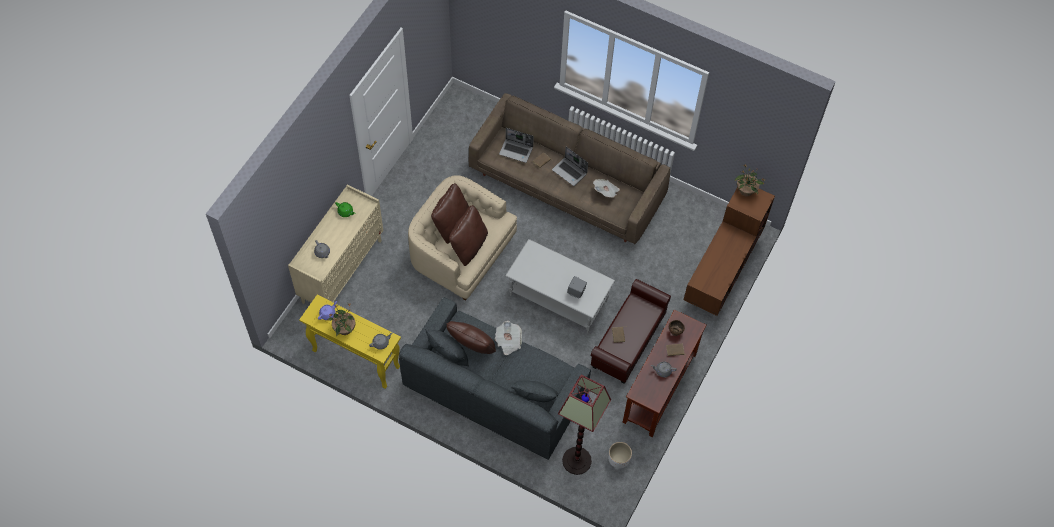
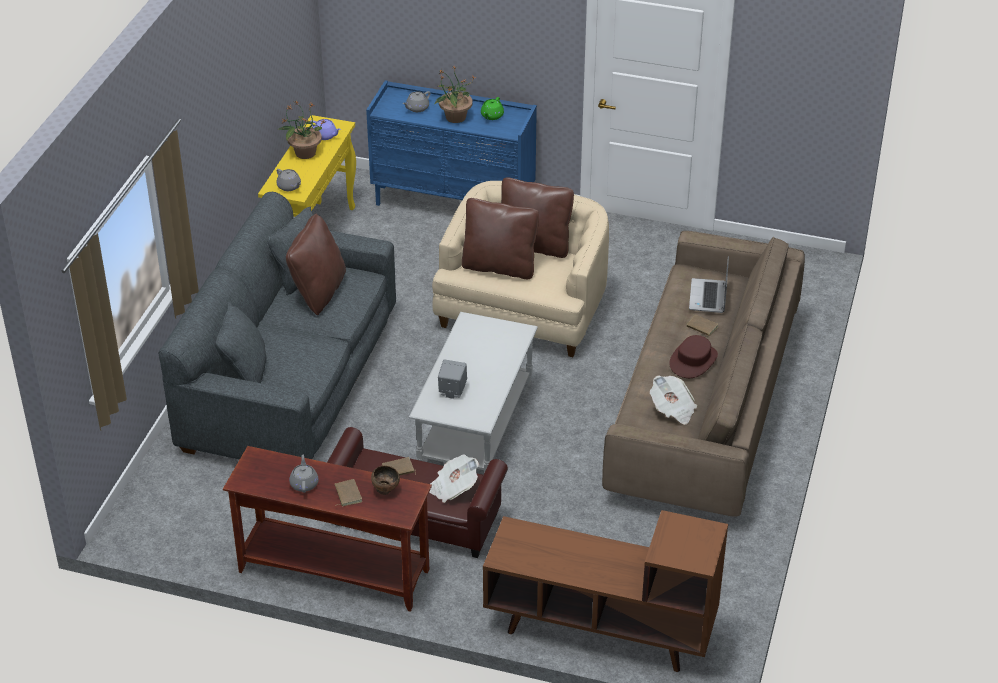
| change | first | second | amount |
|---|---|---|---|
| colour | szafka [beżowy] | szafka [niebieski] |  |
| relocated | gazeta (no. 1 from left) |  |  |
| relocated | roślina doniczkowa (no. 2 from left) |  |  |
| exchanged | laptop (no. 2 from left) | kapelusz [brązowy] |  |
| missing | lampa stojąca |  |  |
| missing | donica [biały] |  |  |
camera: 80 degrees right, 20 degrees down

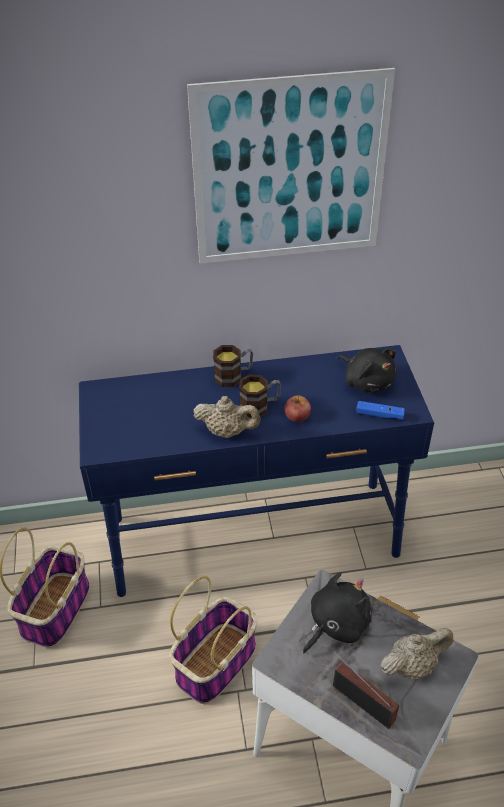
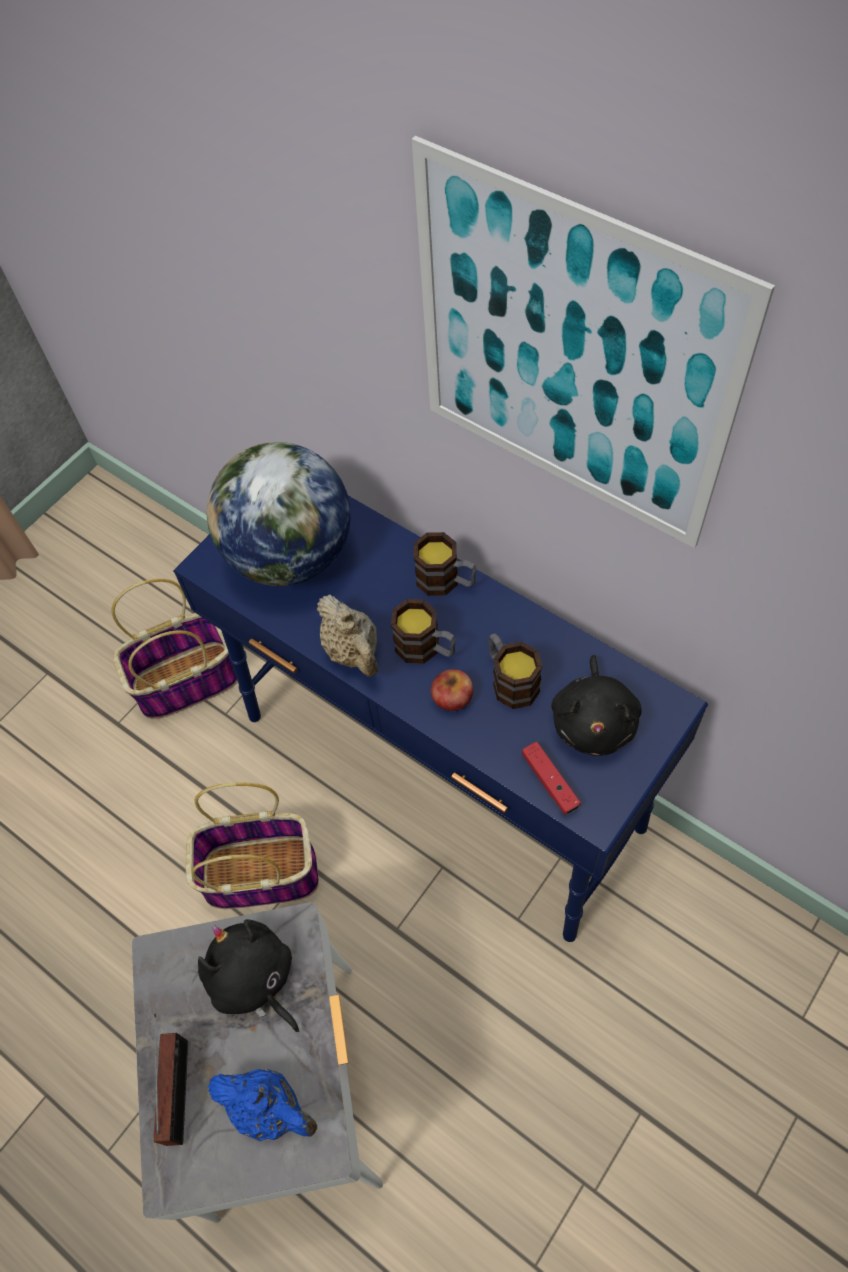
| change | first | second | amount |
|---|---|---|---|
| spun | pluszak [czarny] (no. 1 from left) |  | 135 degrees counterclockwise |
| appeared |  | globus |  |
| colour | imbryk [beżowy] (no. 2 from left) | imbryk [niebieski] |  |
| appeared |  | kubek (no. 3 from left) |  |
| colour | pad do gier [niebieski] | pad do gier [czerwony] |  |
camera: 50 degrees right, 15 degrees up

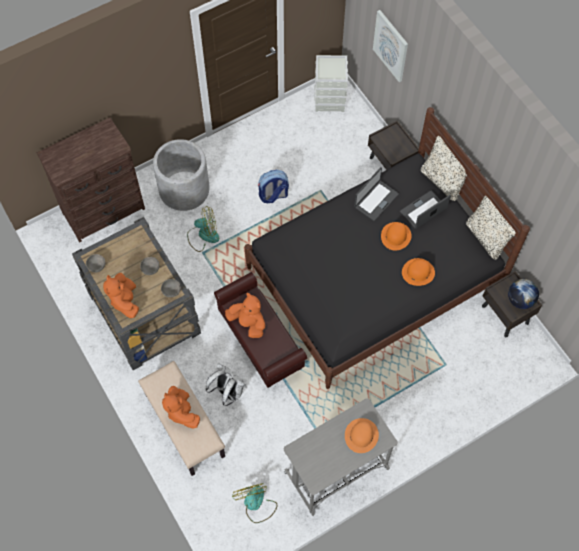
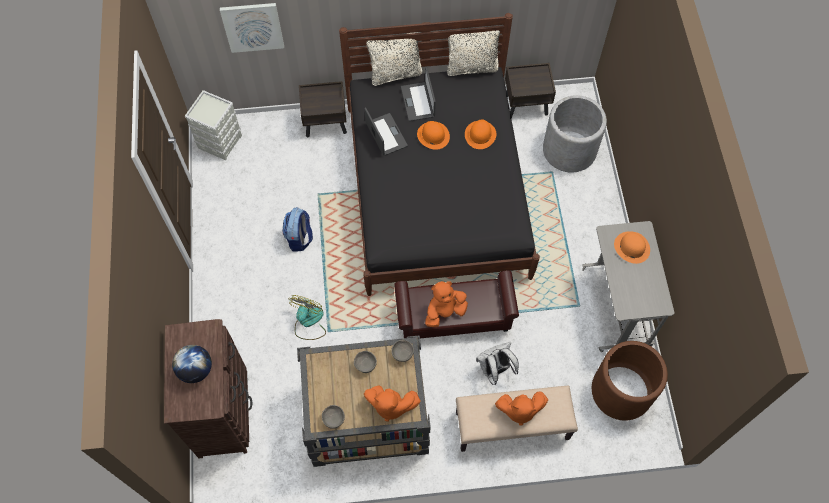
| change | first | second | amount |
|---|---|---|---|
| relocated | globus |  |  |
| relocated | donica [szary] |  |  |
| exchanged | wentylator (no. 2 from left) | donica [brązowy] |  |
camera: 65 degrees left, 0 degrees up

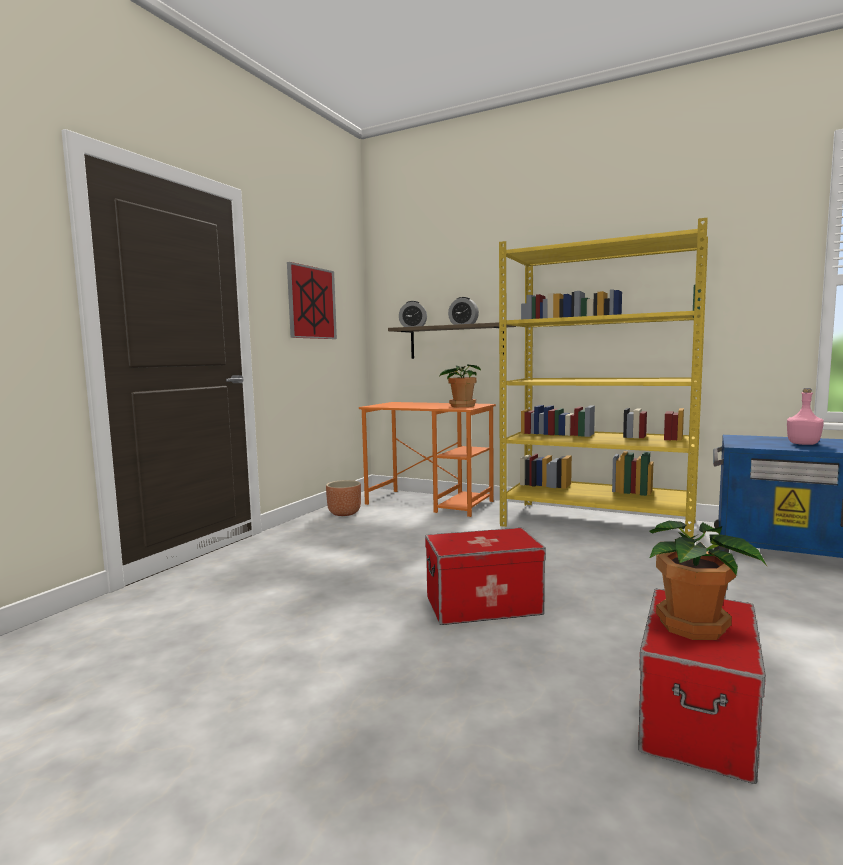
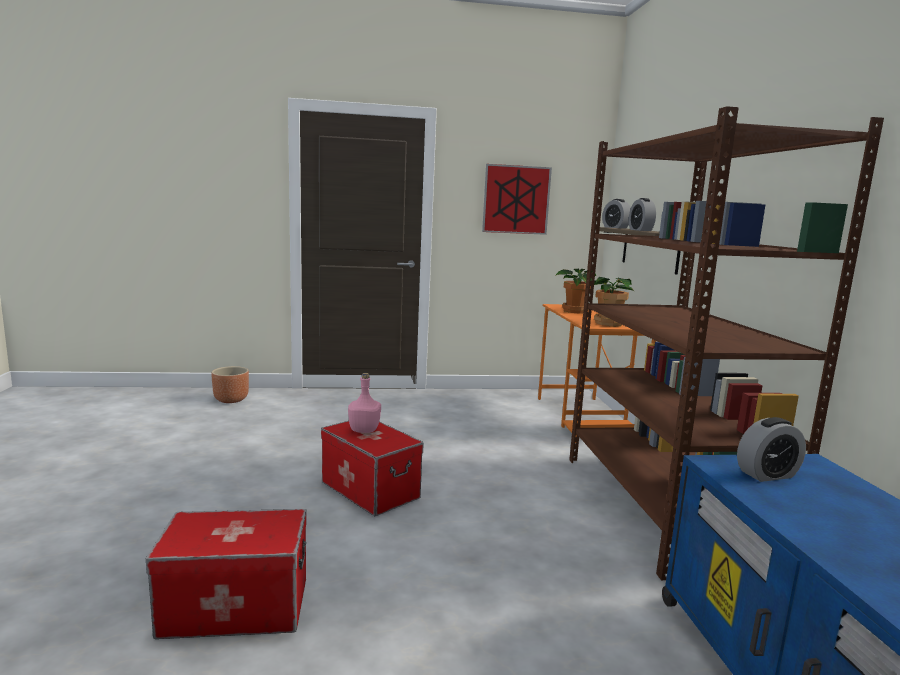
| change | first | second | amount |
|---|---|---|---|
| relocated | donica [brązowy] |  |  |
| relocated | butelka [różowy] |  |  |
| relocated | roślina doniczkowa (no. 2 from left in the first image) | roślina doniczkowa (no. 1 from left) |  |
| colour | regał [żółty] | regał [brązowy] |  |
| appeared |  | budzik (no. 3 from left) |  |
camera: 55 degrees right, 5 degrees up

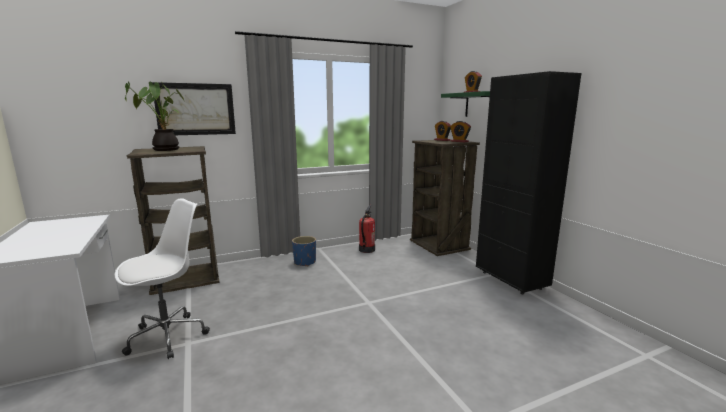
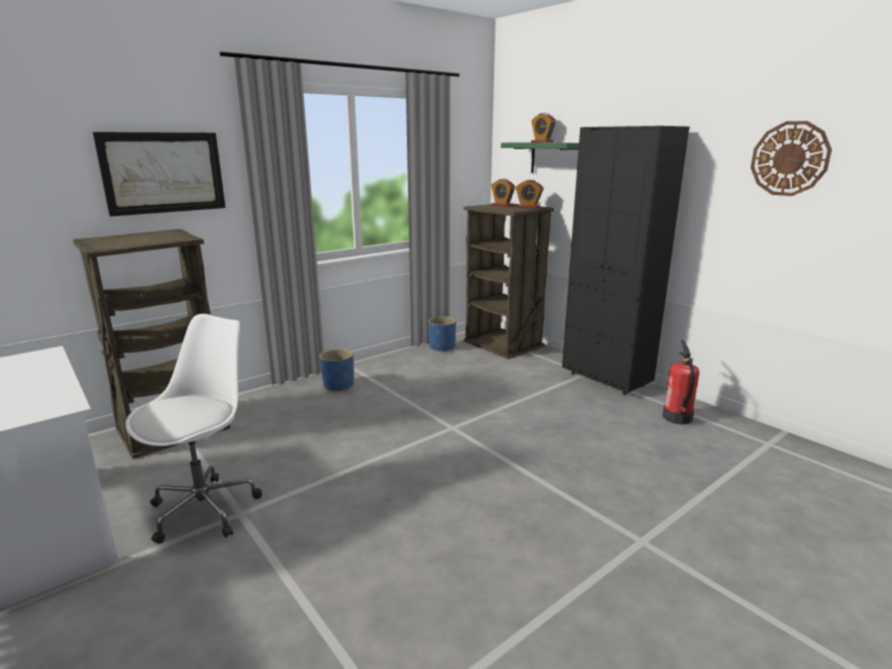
| change | first | second | amount |
|---|---|---|---|
| appeared |  | donica [niebieski] (no. 2 from left) |  |
| relocated | gaśnica |  |  |
| appeared |  | zegar ścienny |  |
| missing | roślina doniczkowa |  |  |
camera: 15 degrees left, 5 degrees up

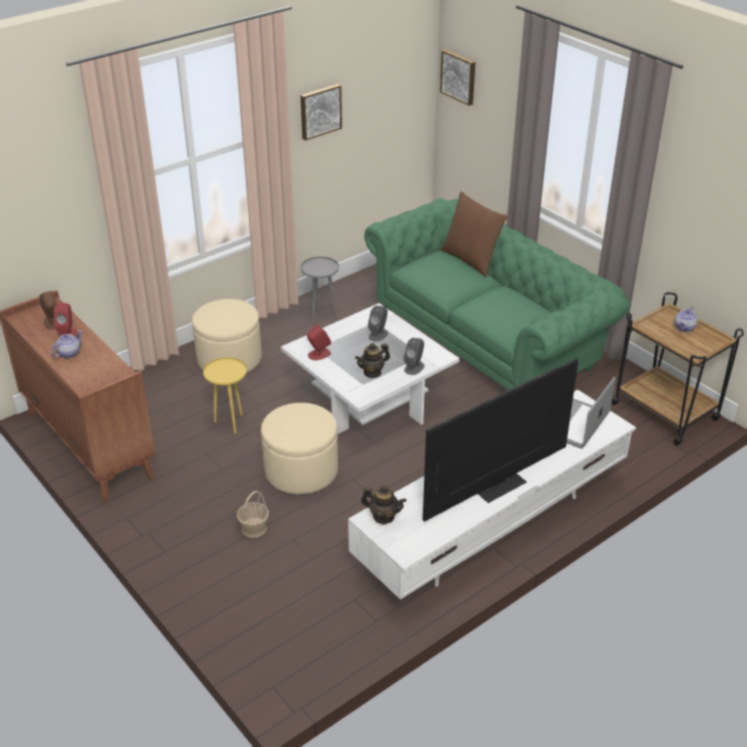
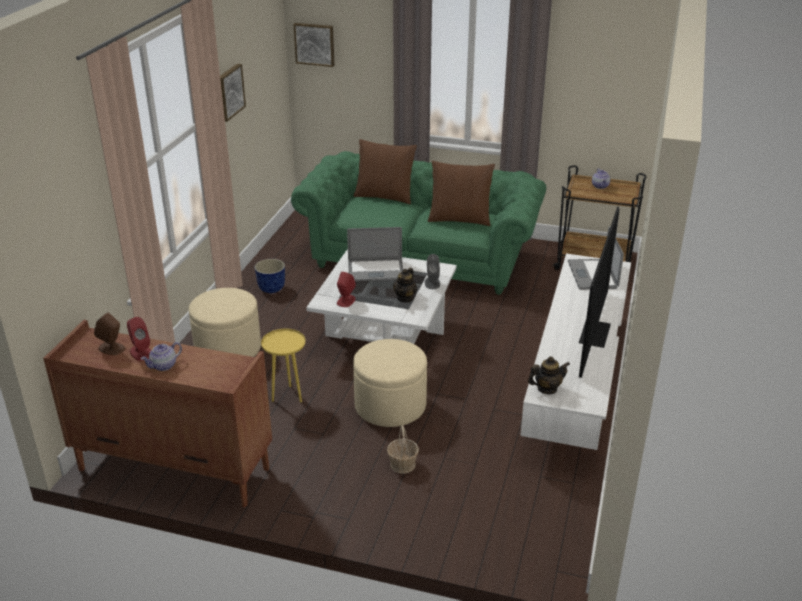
| change | first | second | amount |
|---|---|---|---|
| spun | imbryk (no. 1 from left) |  | 135 degrees counterclockwise |
| exchanged | stolik [szary] | donica |  |
| exchanged | głośnik [szary] (no. 1 from left) | laptop (no. 1 from left) |  |
| appeared |  | poduszka [brązowy] (no. 2 from left) |  |
camera: 35 degrees left, 5 degrees down

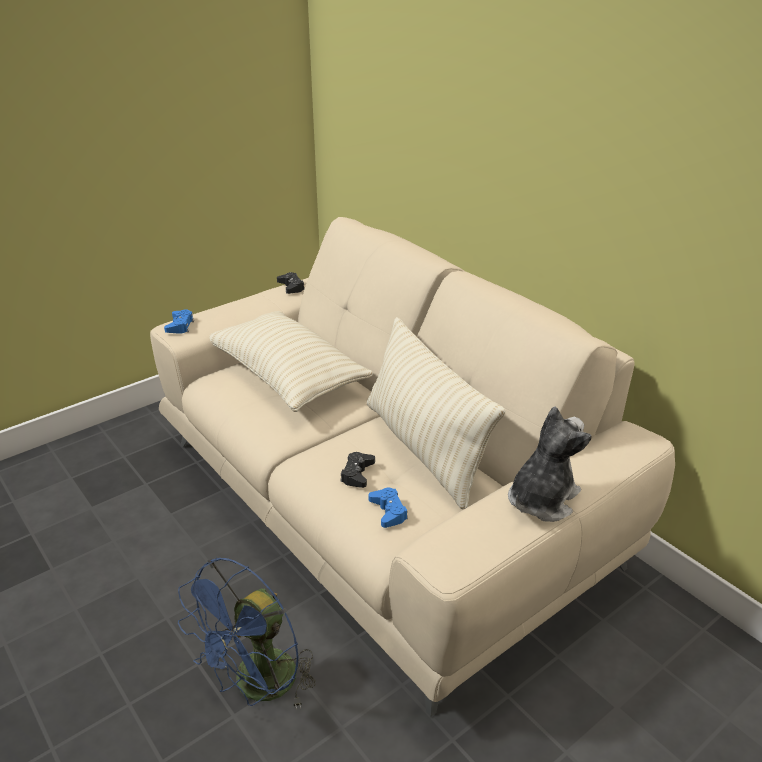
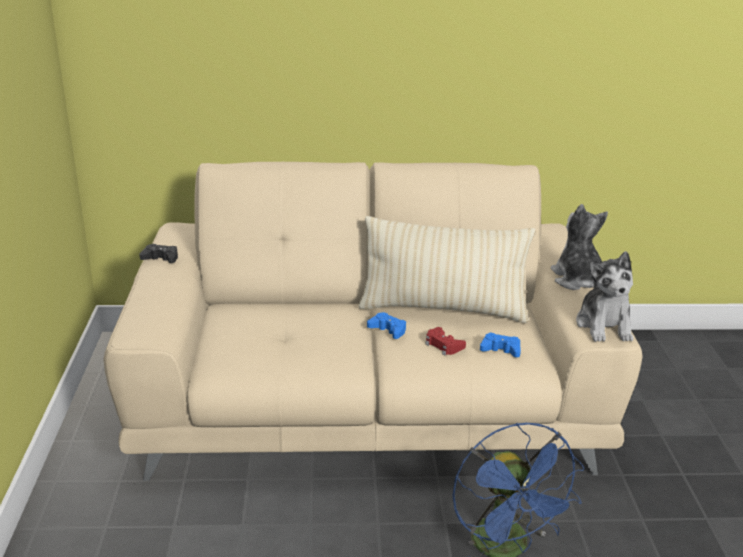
| change | first | second | amount |
|---|---|---|---|
| relocated | pad do gier [niebieski] (no. 1 from left) |  |  |
| colour | pad do gier [czarny] (no. 2 from left) | pad do gier [czerwony] |  |
| appeared |  | pluszak (no. 2 from left) |  |
| missing | poduszka [beżowy] (no. 1 from left) |  |  |
camera: 55 degrees left, 5 degrees down

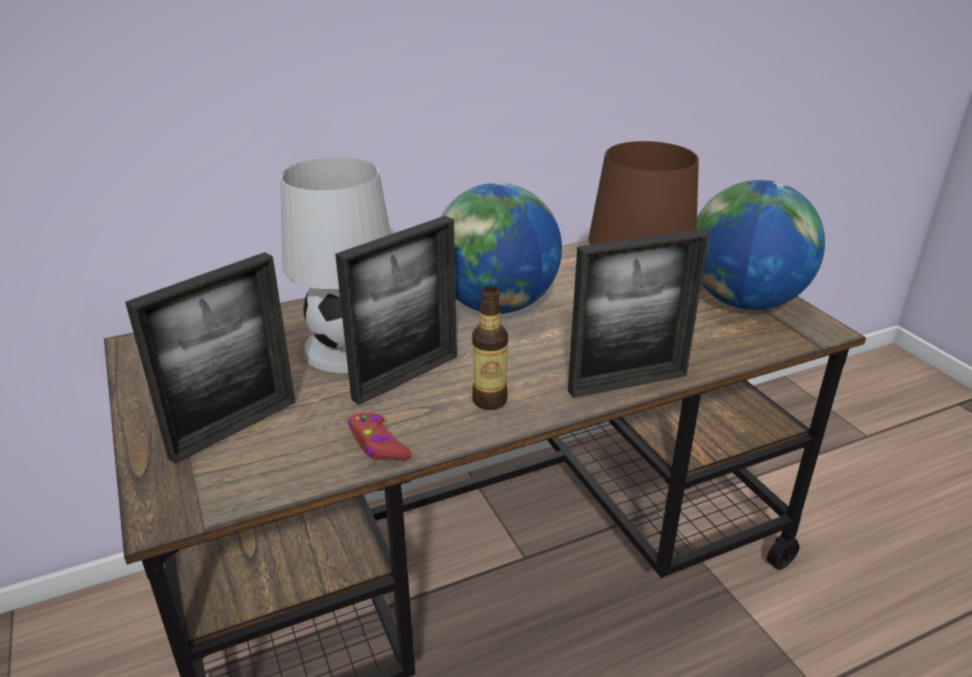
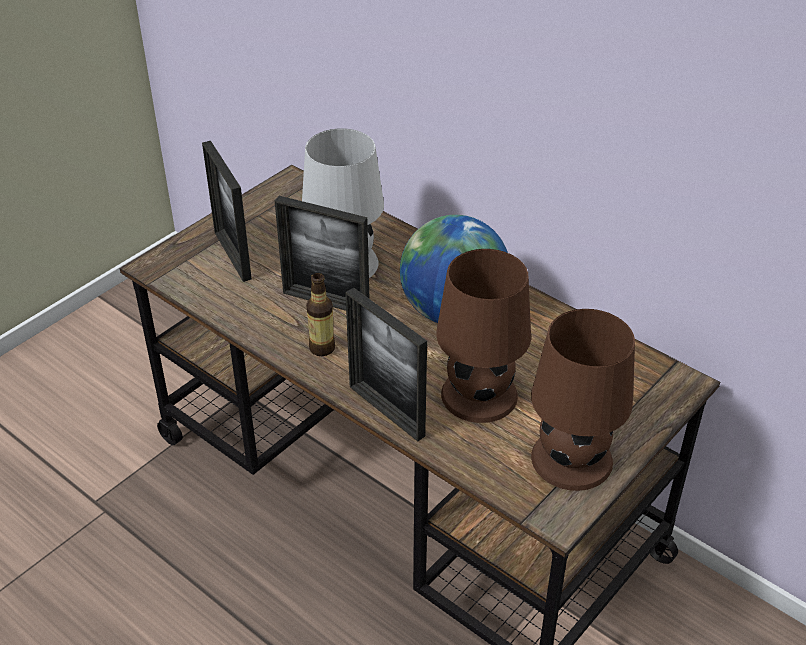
| change | first | second | amount |
|---|---|---|---|
| spun | ramka na zdjęcie (no. 1 from left) |  | 45 degrees clockwise |
| exchanged | globus (no. 2 from left) | lampa stołowa [brązowy] (no. 2 from left) |  |
| missing | pad do gier [czerwony] |  |  |
camera: 65 degrees right, 10 degrees up

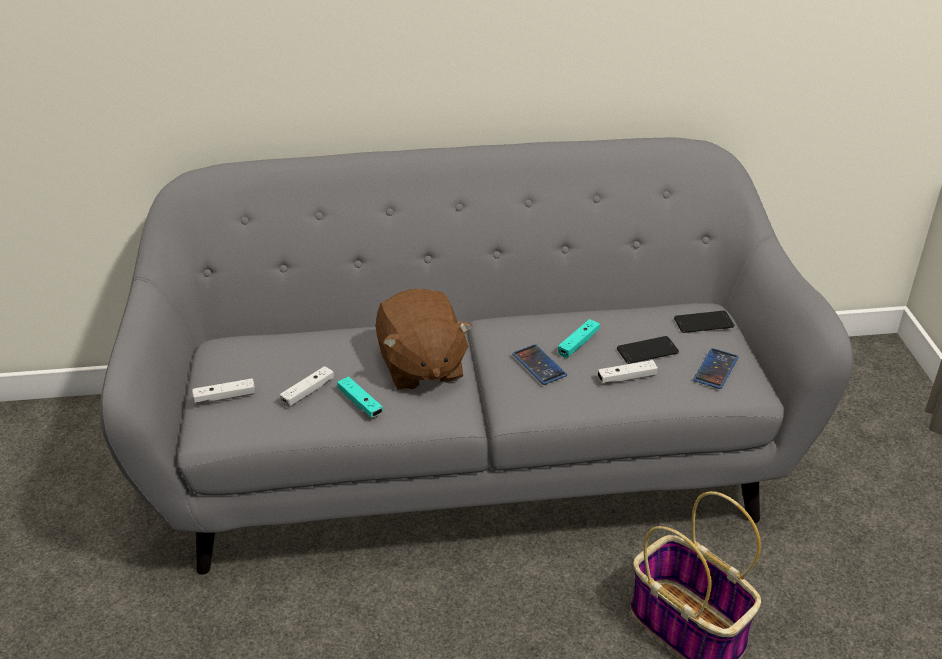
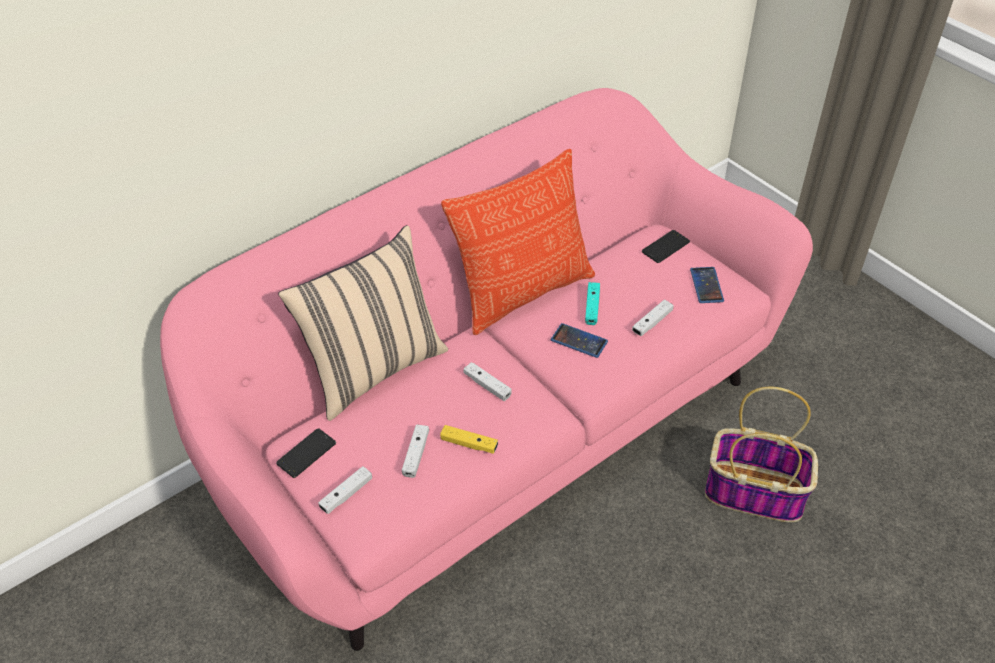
| change | first | second | amount |
|---|---|---|---|
| colour | kanapa [szary] | kanapa [różowy] |  |
| relocated | telefon (no. 2 from left in the first image) | telefon (no. 1 from left) |  |
| appeared |  | poduszka [beżowy] |  |
| colour | pad do gier [turkusowy] (no. 1 from left) | pad do gier [żółty] |  |
| appeared |  | poduszka [pomarańczowy] |  |
| exchanged | pluszak [brązowy] | pad do gier [biały] (no. 3 from left) |  |
camera: 30 degrees left, 10 degrees up

